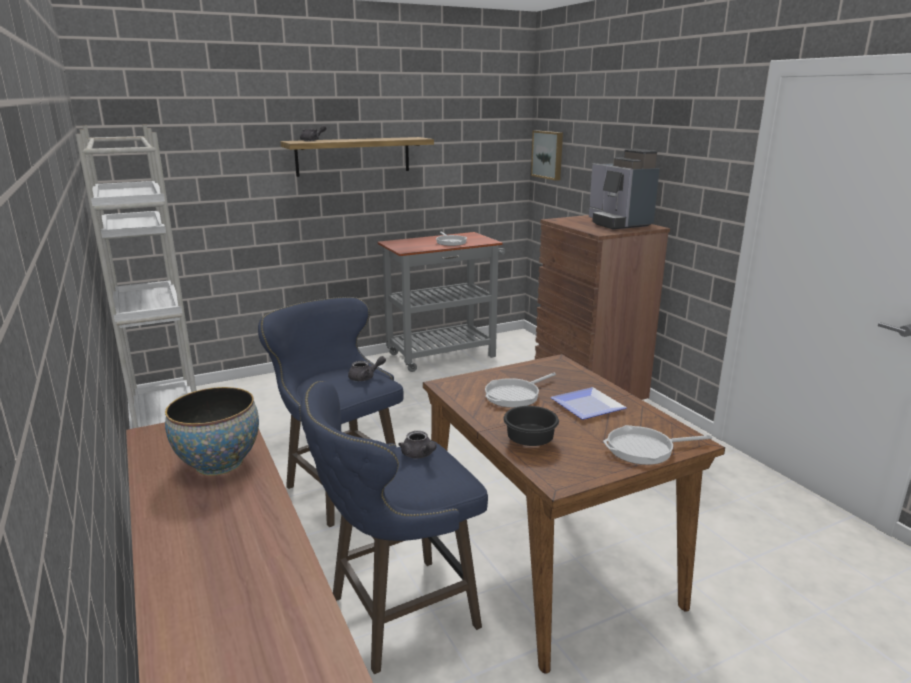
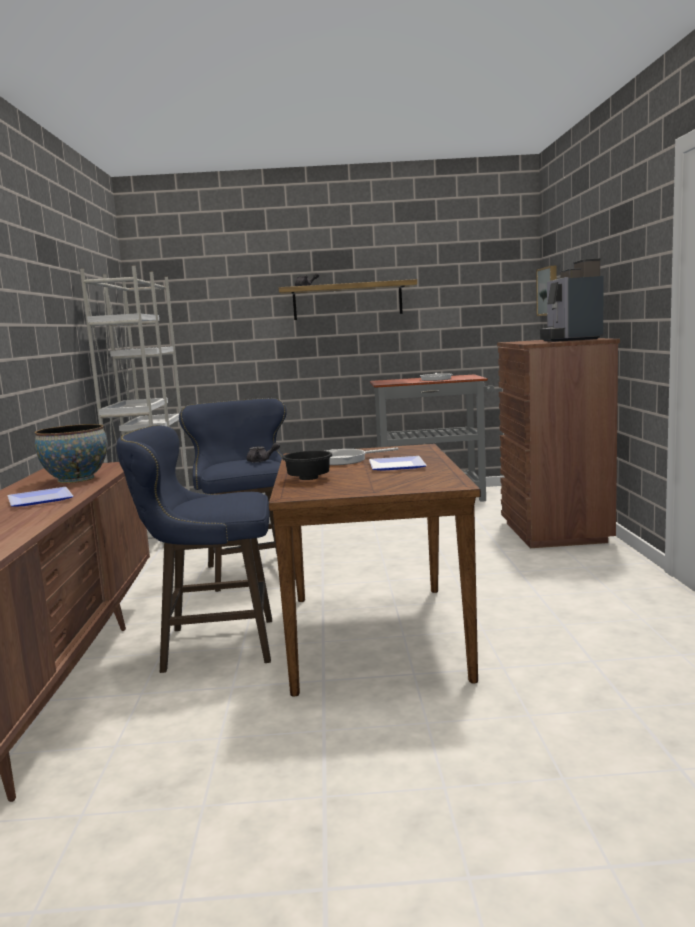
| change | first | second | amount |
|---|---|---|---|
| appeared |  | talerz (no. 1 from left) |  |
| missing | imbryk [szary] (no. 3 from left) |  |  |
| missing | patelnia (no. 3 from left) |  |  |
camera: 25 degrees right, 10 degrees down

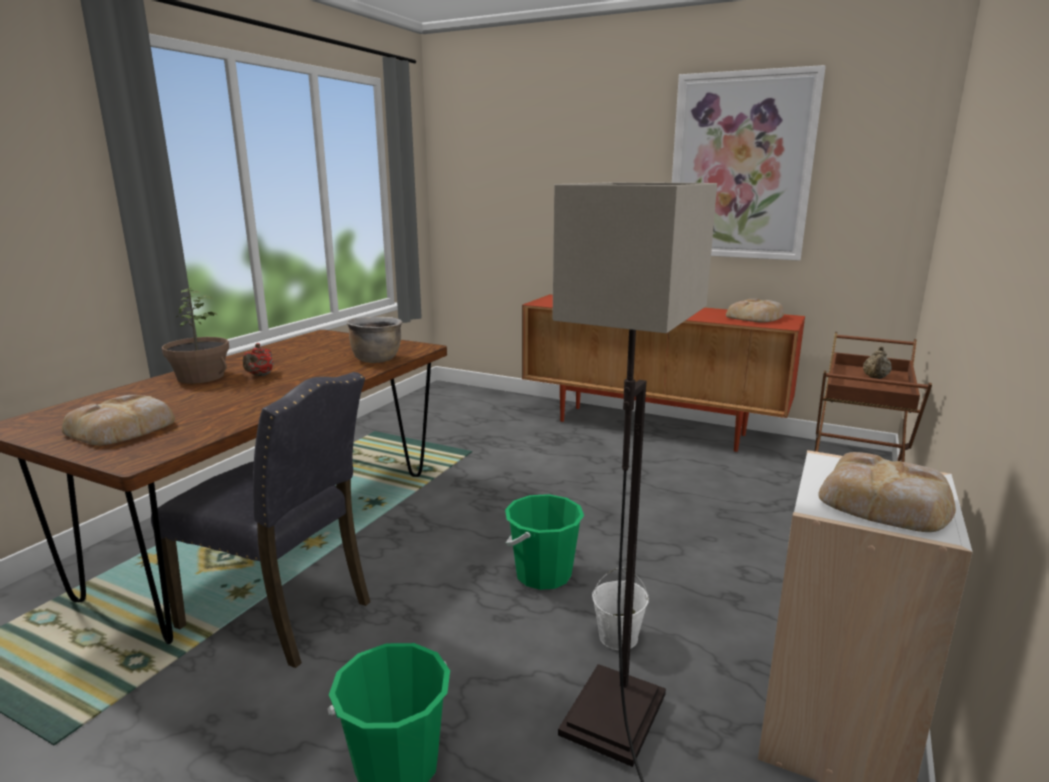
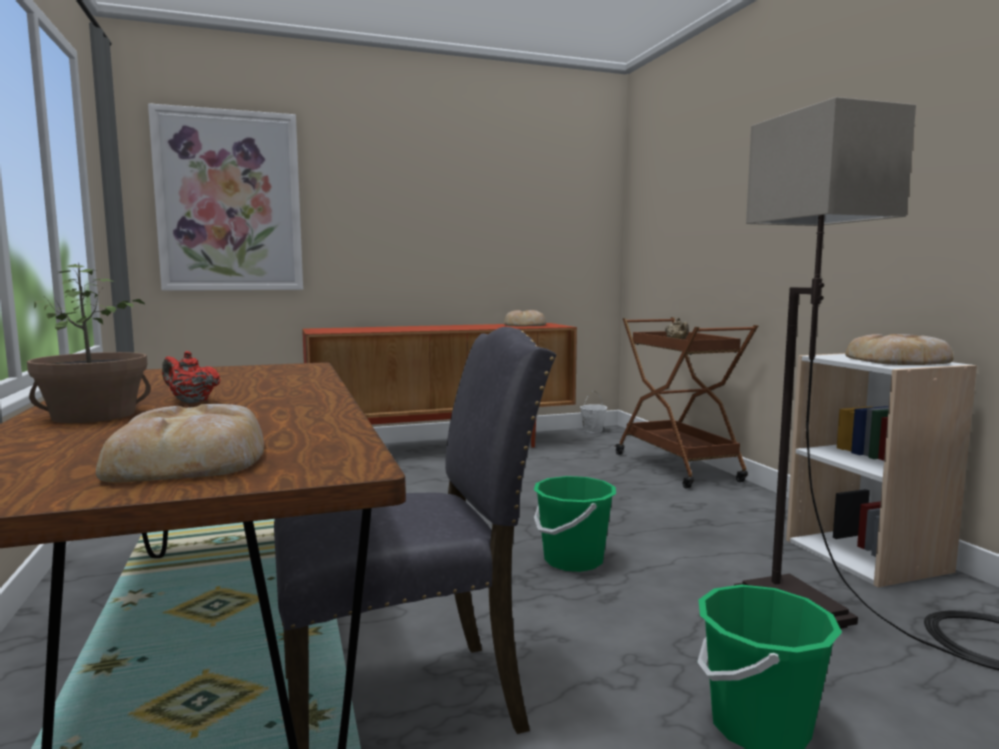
| change | first | second | amount |
|---|---|---|---|
| relocated | obraz |  |  |
| spun | imbryk [czerwony] |  | 150 degrees clockwise |
| relocated | wiadro [biały] |  |  |
| missing | garnek [brązowy] |  |  |
camera: 45 degrees left, 10 degrees down

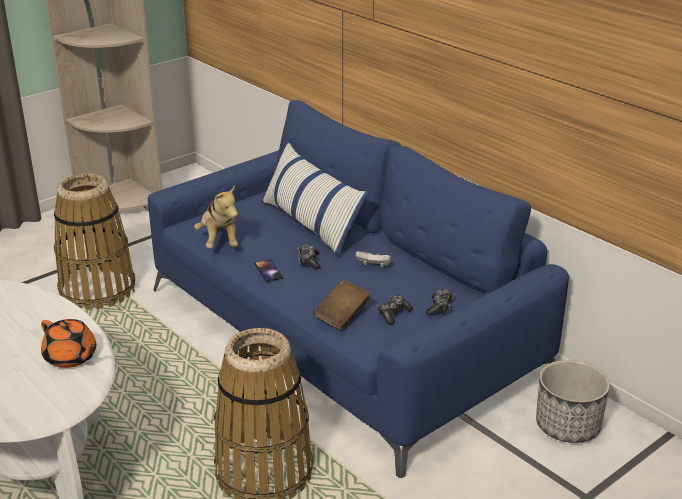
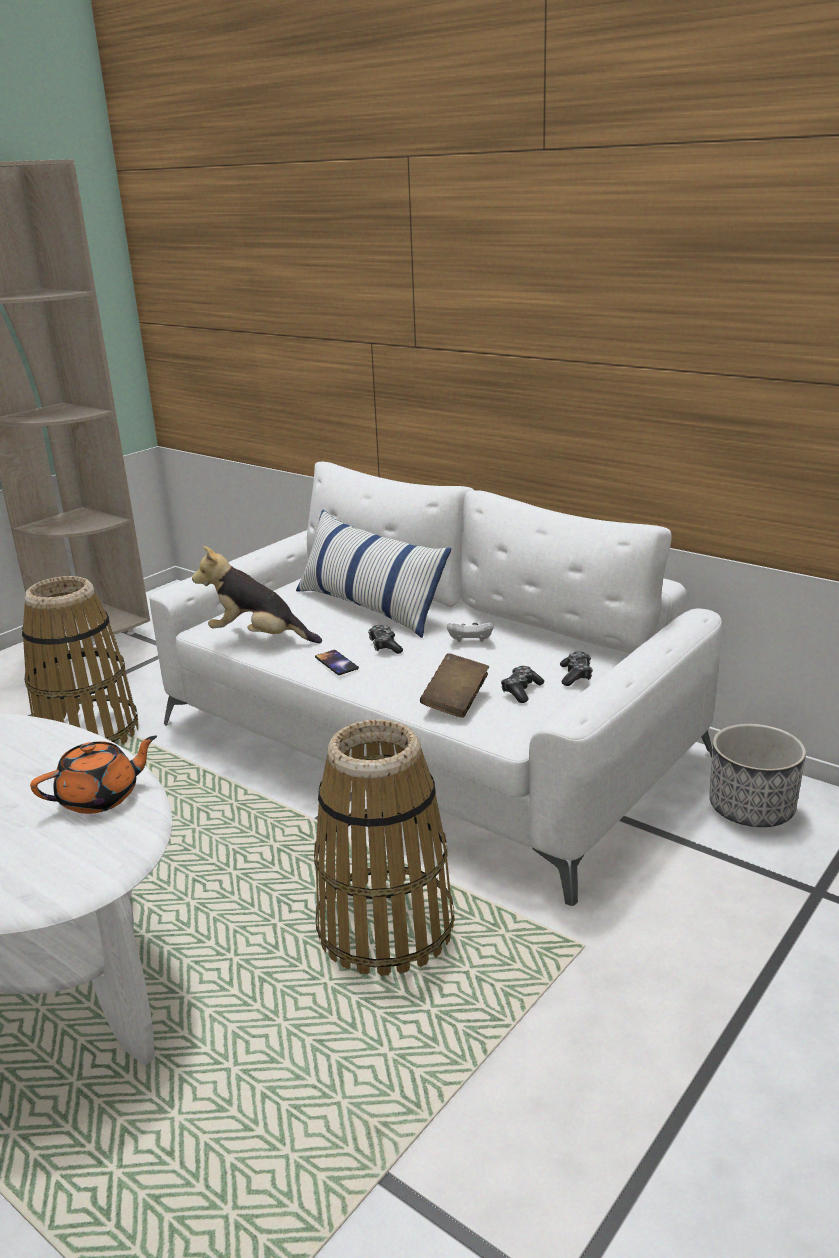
| change | first | second | amount |
|---|---|---|---|
| spun | imbryk [pomarańczowy] |  | 60 degrees counterclockwise |
| colour | kanapa [niebieski] | kanapa [biały] |  |
| spun | pluszak |  | 135 degrees clockwise |
camera: 10 degrees left, 5 degrees down

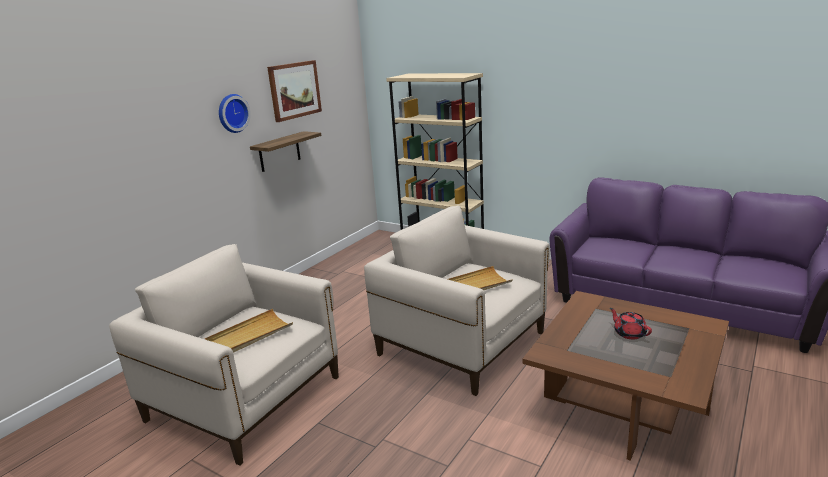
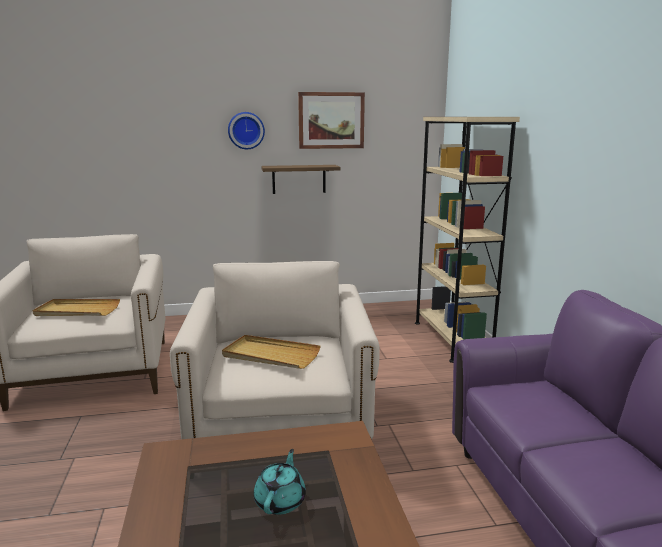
| change | first | second | amount |
|---|---|---|---|
| colour | imbryk [czerwony] | imbryk [turkusowy] |  |
camera: 45 degrees right, 5 degrees down

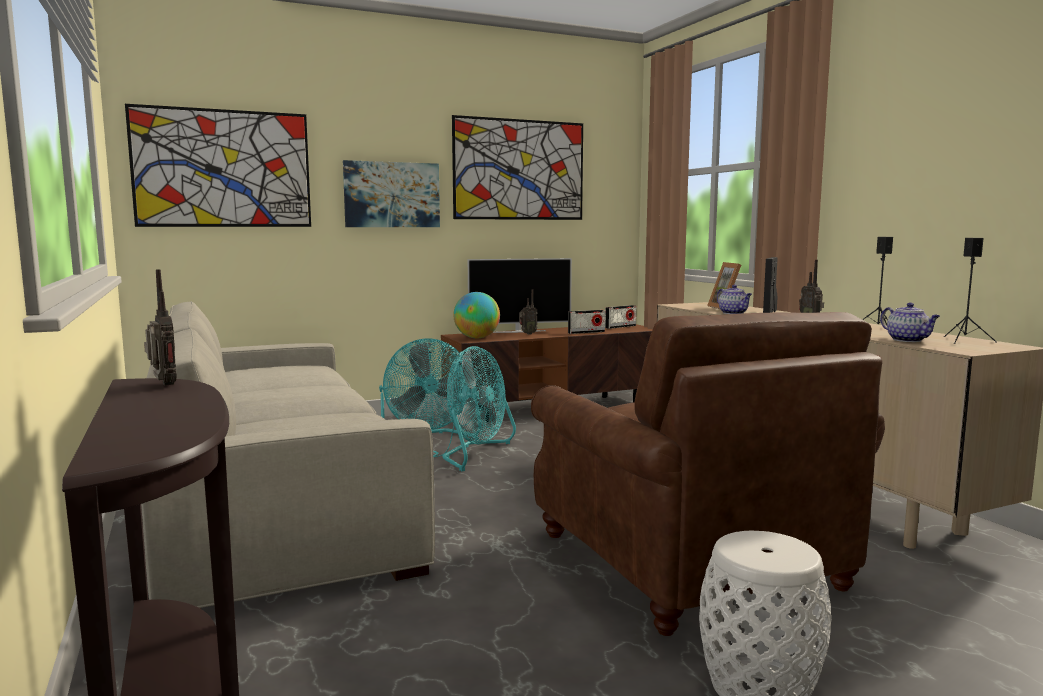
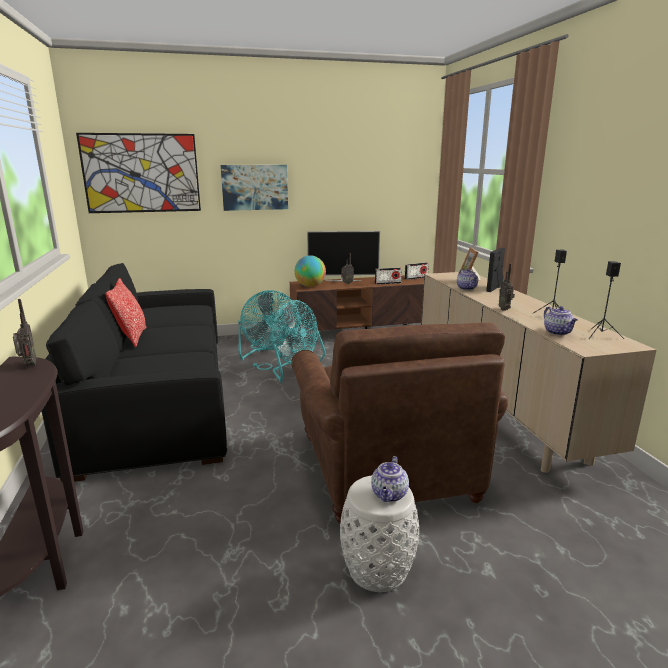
| change | first | second | amount |
|---|---|---|---|
| colour | kanapa [beżowy] | kanapa [czarny] |  |
| appeared |  | poduszka |  |
| appeared |  | imbryk (no. 1 from left) |  |
| missing | obraz (no. 3 from left) |  |  |
camera: 10 degrees right, 10 degrees up

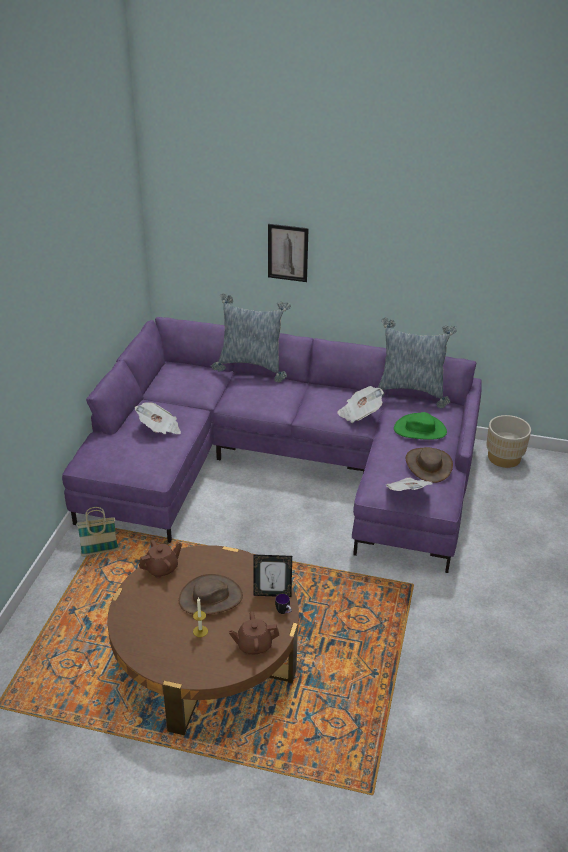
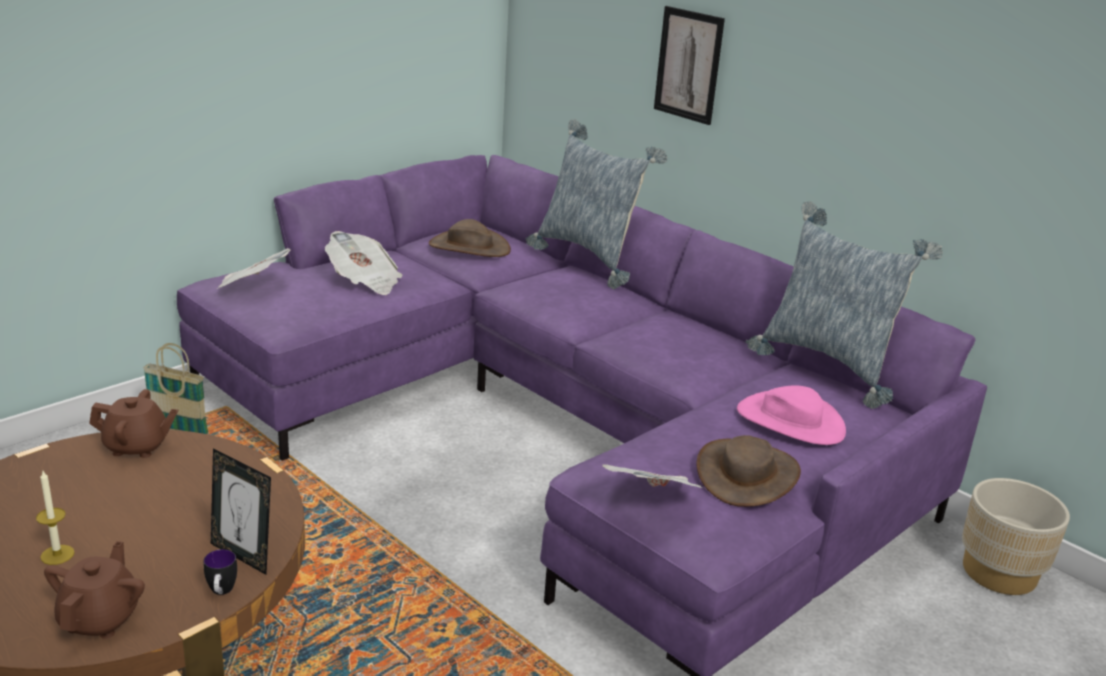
| change | first | second | amount |
|---|---|---|---|
| spun | imbryk [brązowy] (no. 2 from left in the first image) | imbryk [brązowy] (no. 1 from left) | 75 degrees clockwise |
| relocated | gazeta (no. 2 from left in the first image) | gazeta (no. 1 from left) |  |
| relocated | kapelusz [brązowy] (no. 1 from left) |  |  |
| colour | kapelusz [zielony] | kapelusz [różowy] |  |
camera: 30 degrees right, 10 degrees down

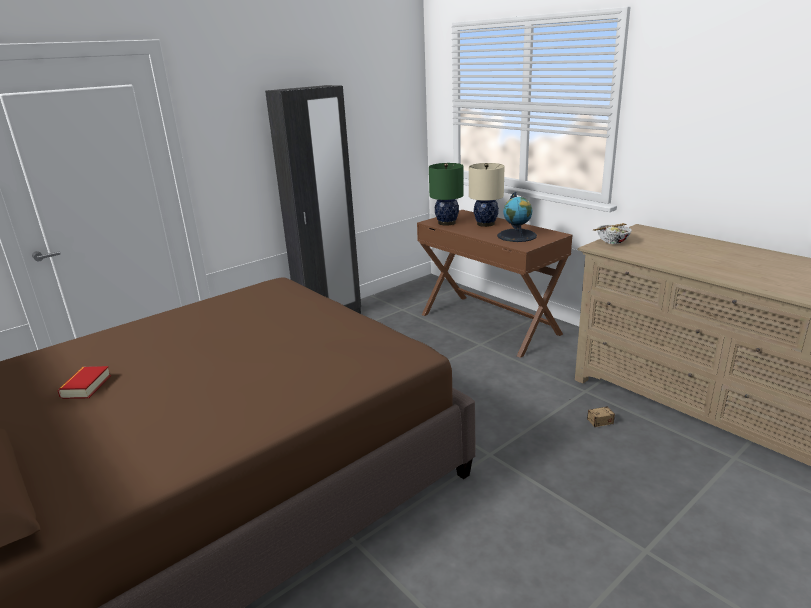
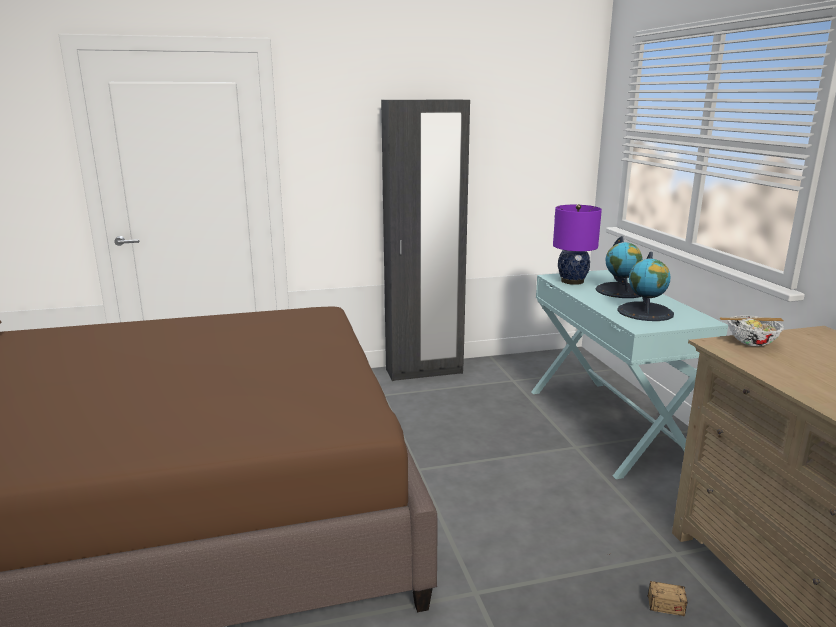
| change | first | second | amount |
|---|---|---|---|
| colour | biurko [brązowy] | biurko [turkusowy] |  |
| colour | lampa stołowa [zielony] | lampa stołowa [fioletowy] |  |
| exchanged | lampa stołowa [beżowy] | globus (no. 1 from left) |  |
| missing | książka |  |  |
camera: 25 degrees right, 5 degrees down

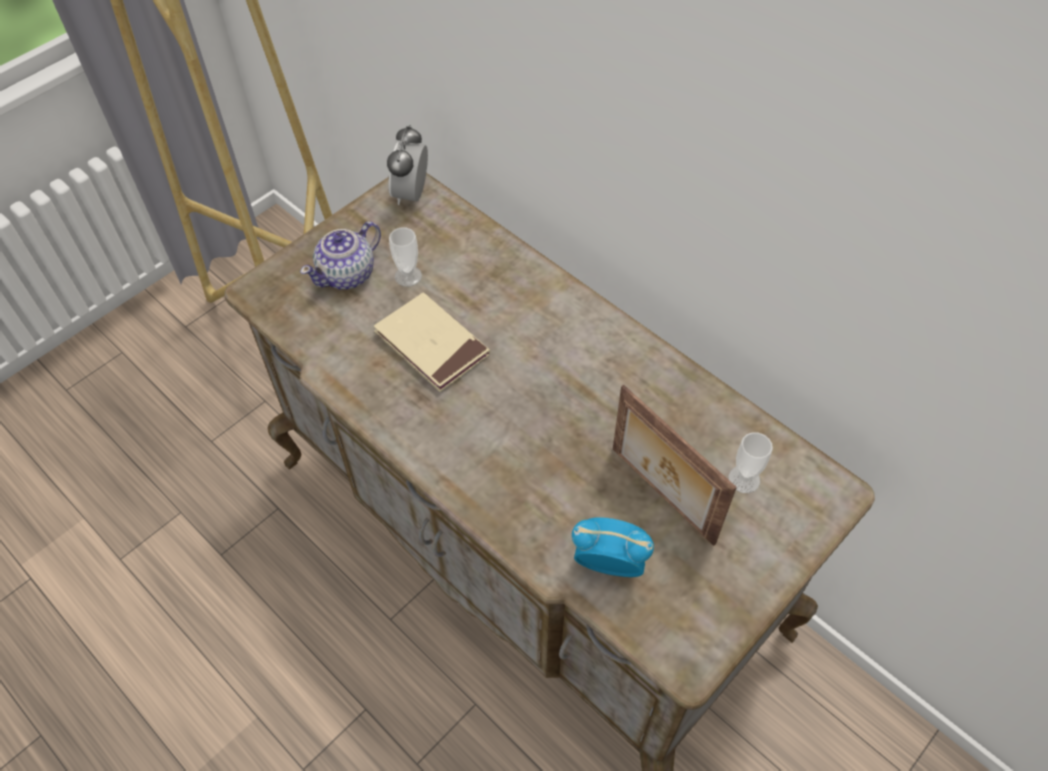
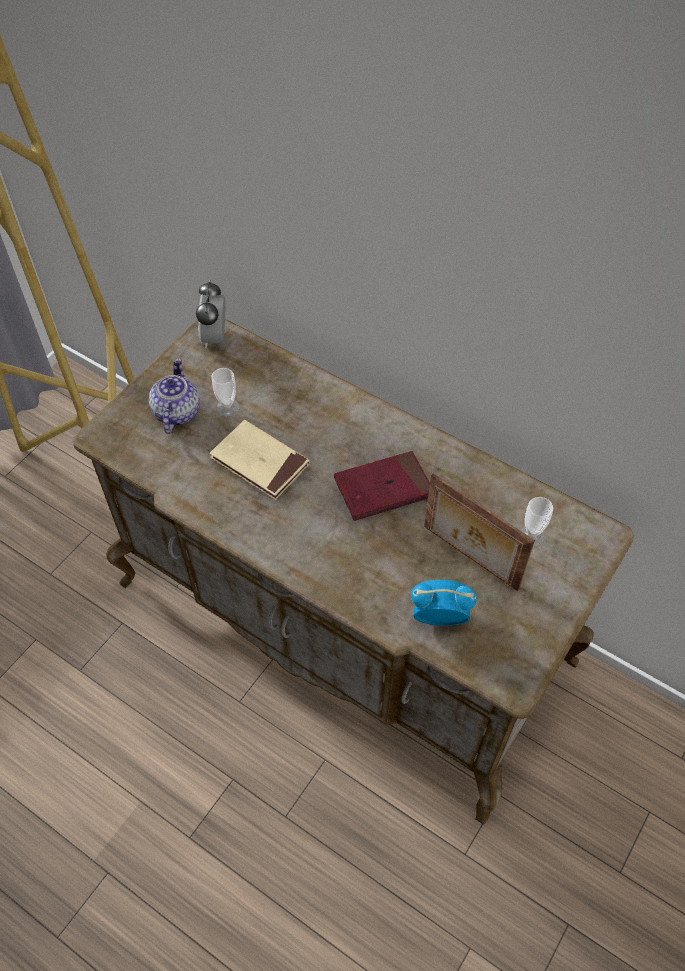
| change | first | second | amount |
|---|---|---|---|
| spun | imbryk |  | 150 degrees clockwise |
| appeared |  | książka [czerwony] |  |
camera: 10 degrees left, 0 degrees up

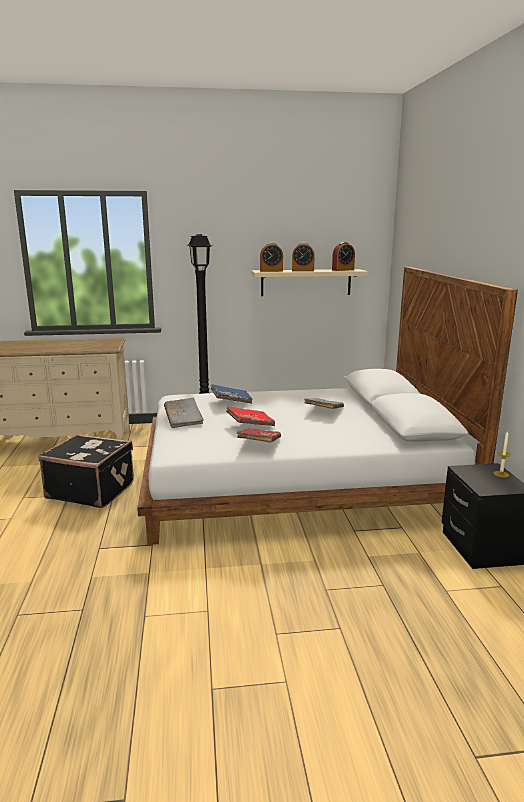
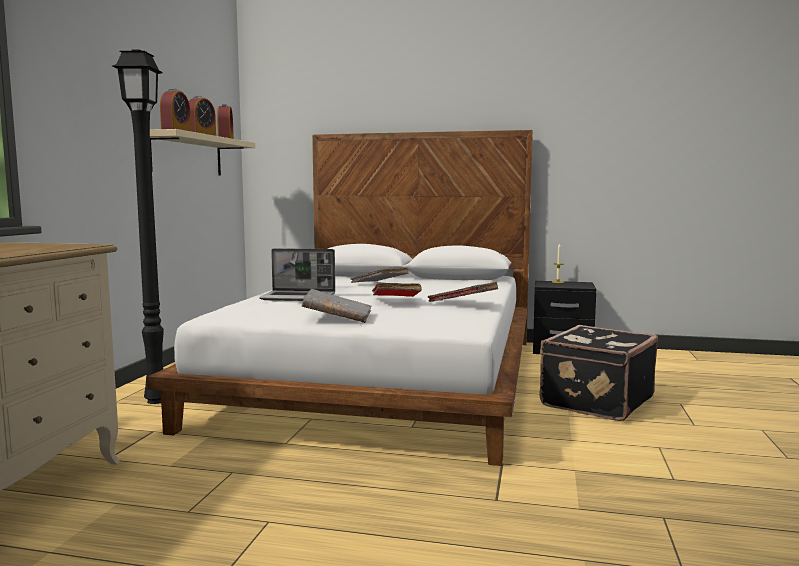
| change | first | second | amount |
|---|---|---|---|
| exchanged | książka [niebieski] | laptop |  |
| relocated | walizka [czarny] |  |  |
camera: 70 degrees left, 10 degrees down

